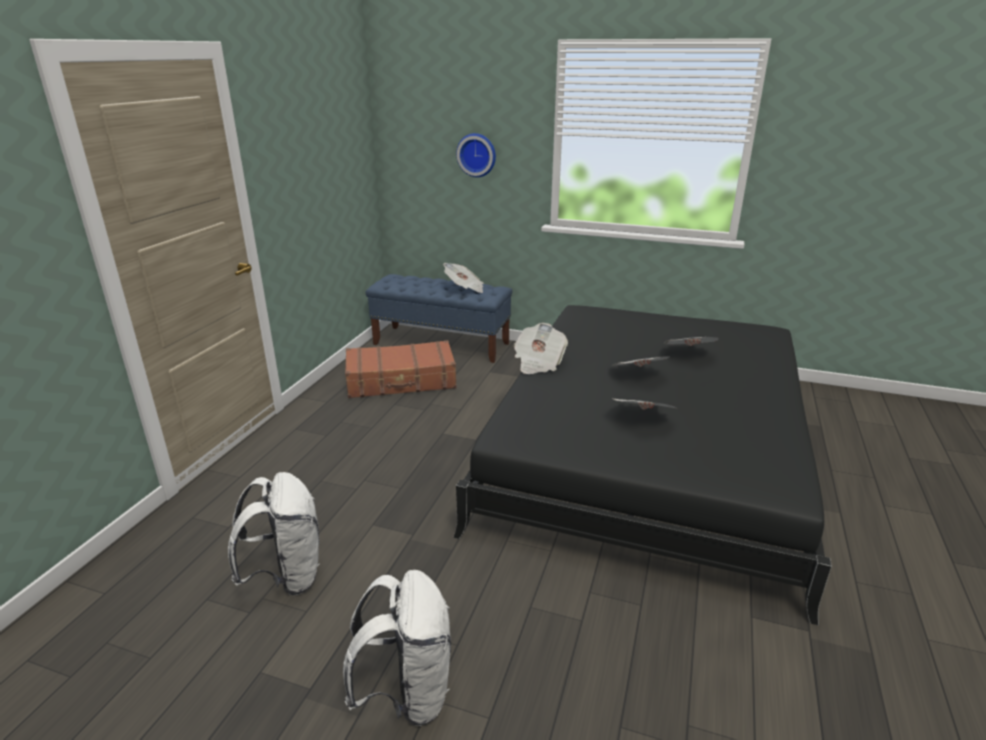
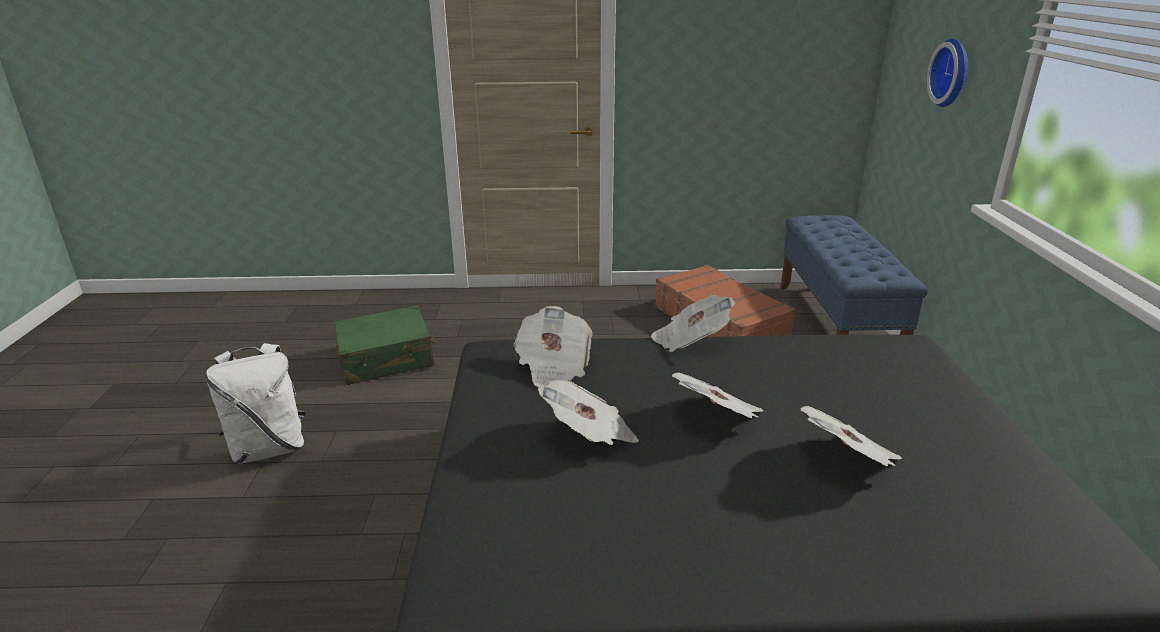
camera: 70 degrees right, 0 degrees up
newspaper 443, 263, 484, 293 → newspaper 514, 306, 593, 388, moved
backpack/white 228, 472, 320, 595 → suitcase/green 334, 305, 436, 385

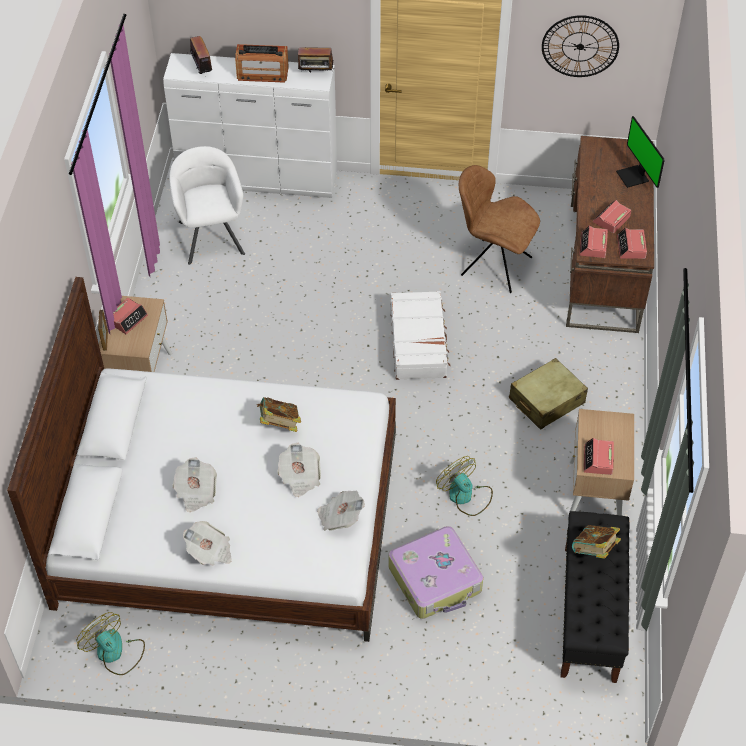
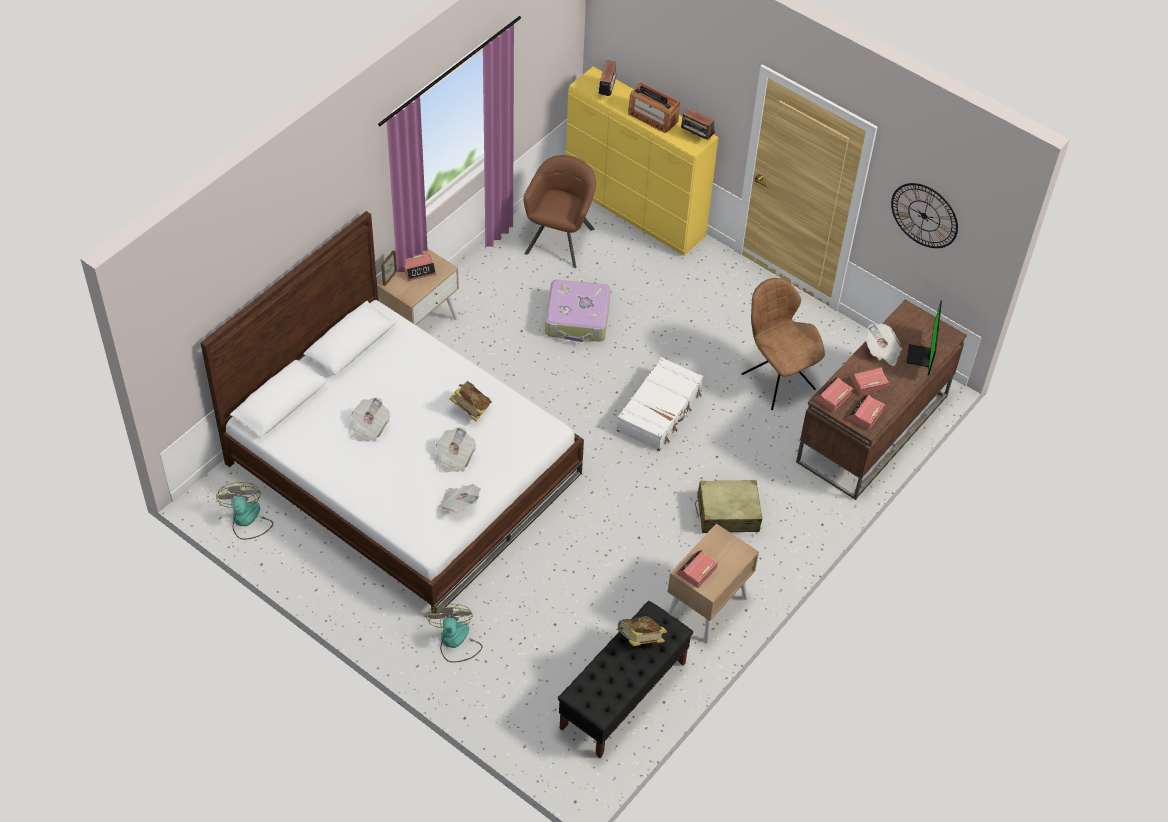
camera: 30 degrees right, 0 degrees up
newspaper 183, 521, 231, 565 → newspaper 865, 324, 902, 366, moved
suitcase 388, 526, 483, 619 → suitcase 545, 280, 611, 342, moved
fan 436, 456, 493, 516 → fan 426, 604, 482, 663, moved
dresser/white 163, 53, 337, 198 → dresser/yellow 566, 67, 718, 256
armchair/white 169, 146, 245, 265 → armchair/brown 523, 155, 596, 268

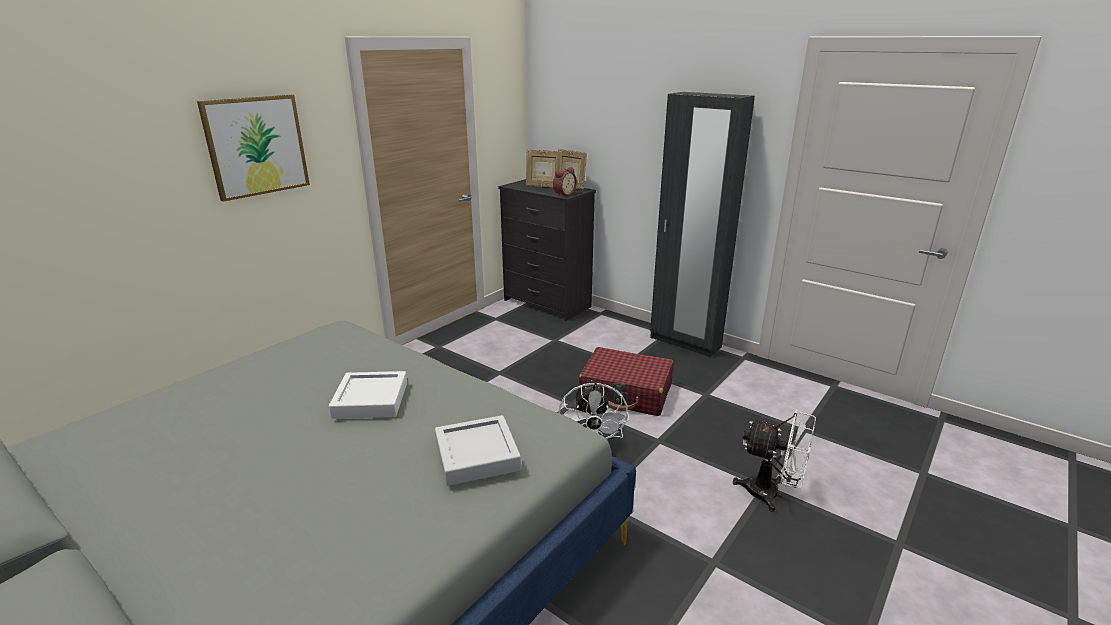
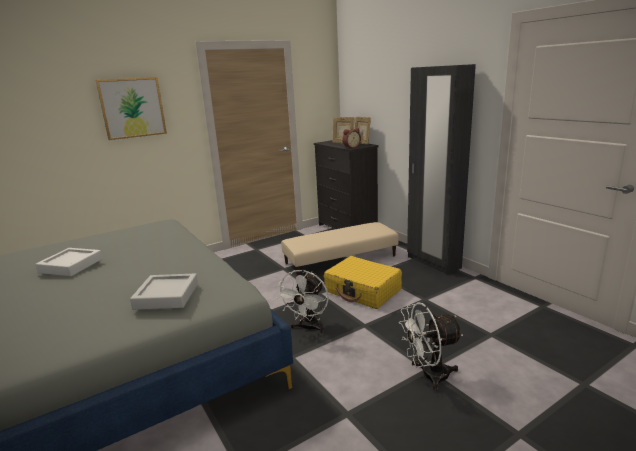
camera: 20 degrees right, 5 degrees down
- → ottoman/beige 281, 222, 399, 276
tray/white 329, 371, 407, 419 → tray/white 36, 248, 103, 276, moved
suitcase/red 579, 347, 674, 416 → suitcase/yellow 324, 256, 402, 309
fan/white 733, 409, 816, 512 → fan/white 399, 302, 463, 391, 120 degrees clockwise

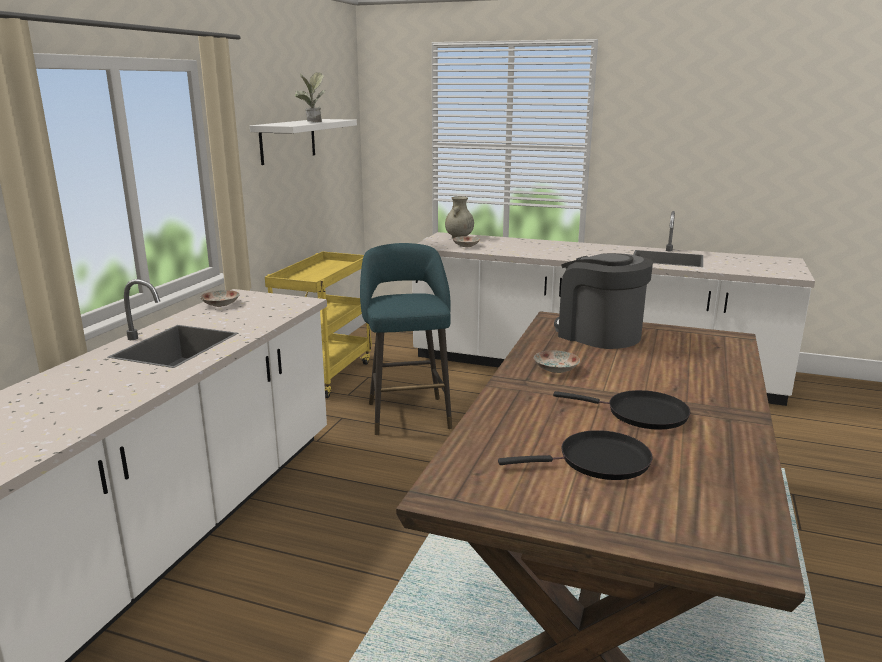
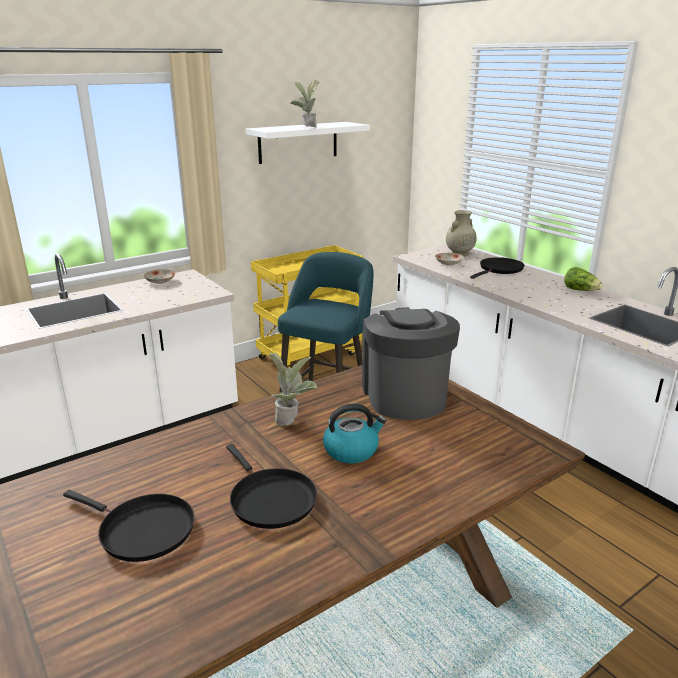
camera: 35 degrees right, 5 degrees up
- → kettle 323, 403, 386, 464
- → frying pan/black 470, 257, 525, 279
- → lettuce 564, 267, 603, 291
plate 534, 350, 580, 373 → potted plant 269, 353, 317, 426

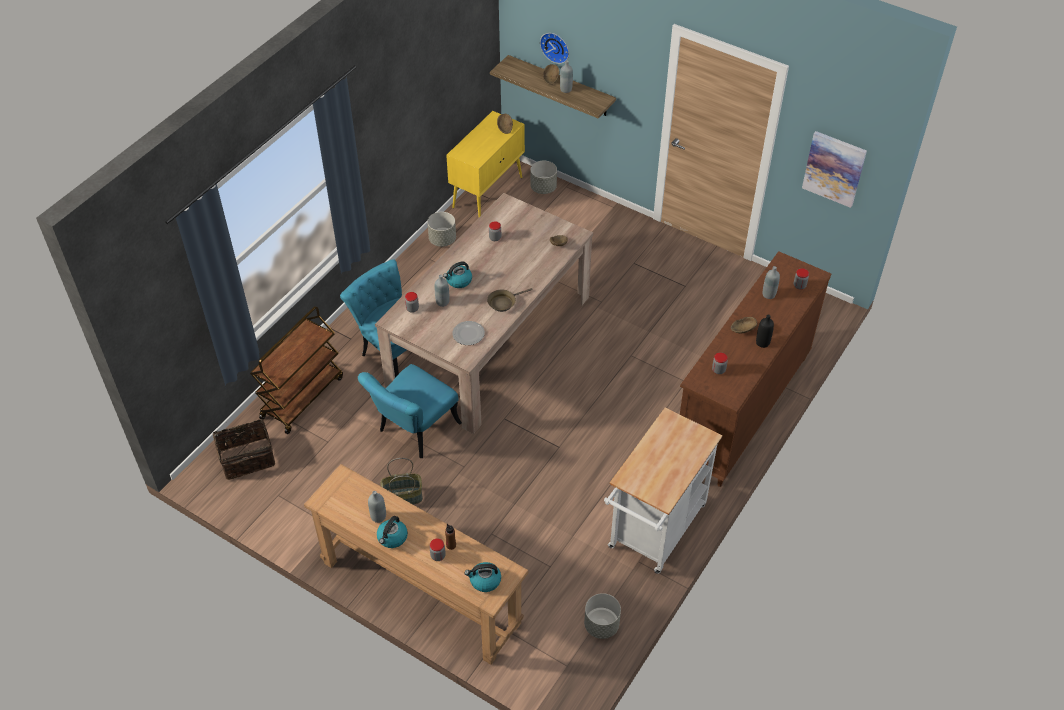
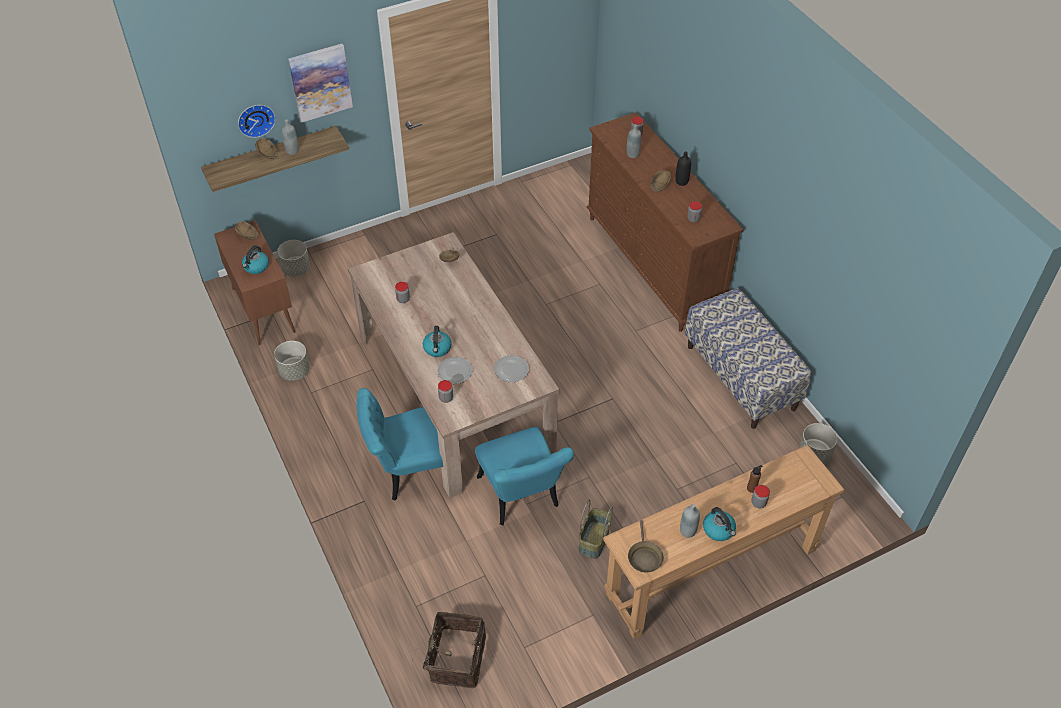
camera: 60 degrees left, 0 degrees up
cart/brown 250, 306, 343, 434 → -
kettle 465, 562, 501, 592 → kettle 242, 245, 269, 274, moved
frying pan/brown 487, 288, 532, 312 → frying pan/brown 628, 520, 664, 572, moved
picture 802, 131, 867, 208 → picture 288, 44, 353, 122, moved
bottle/grey 434, 275, 450, 307 → plate 437, 357, 472, 384
cart/white 604, 408, 722, 573 → bench 685, 288, 812, 429
cabinet/yellow 446, 111, 525, 217 → cabinet/brown 214, 220, 295, 346

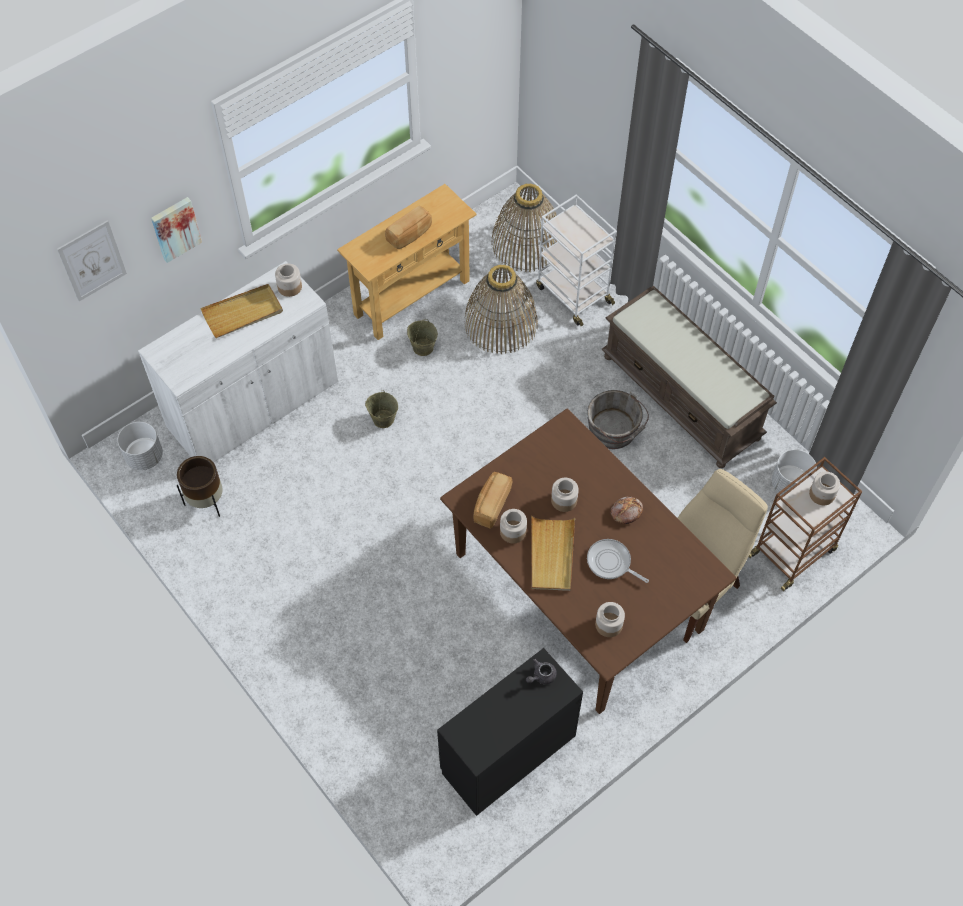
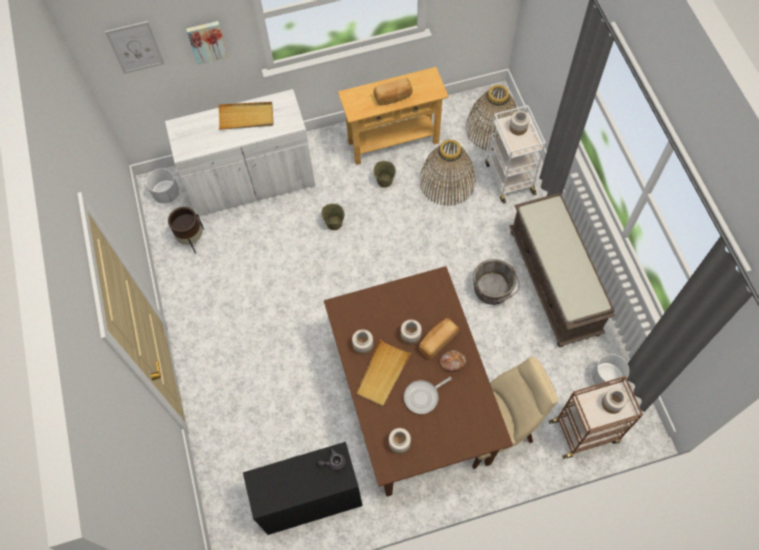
camera: 25 degrees right, 5 degrees up
jar 275, 264, 302, 297 → jar 509, 111, 530, 135, moved
bread 473, 472, 512, 529 → bread 419, 318, 459, 360, moved
frying pan 587, 539, 649, 583 → frying pan 404, 377, 452, 414, 90 degrees counterclockwise

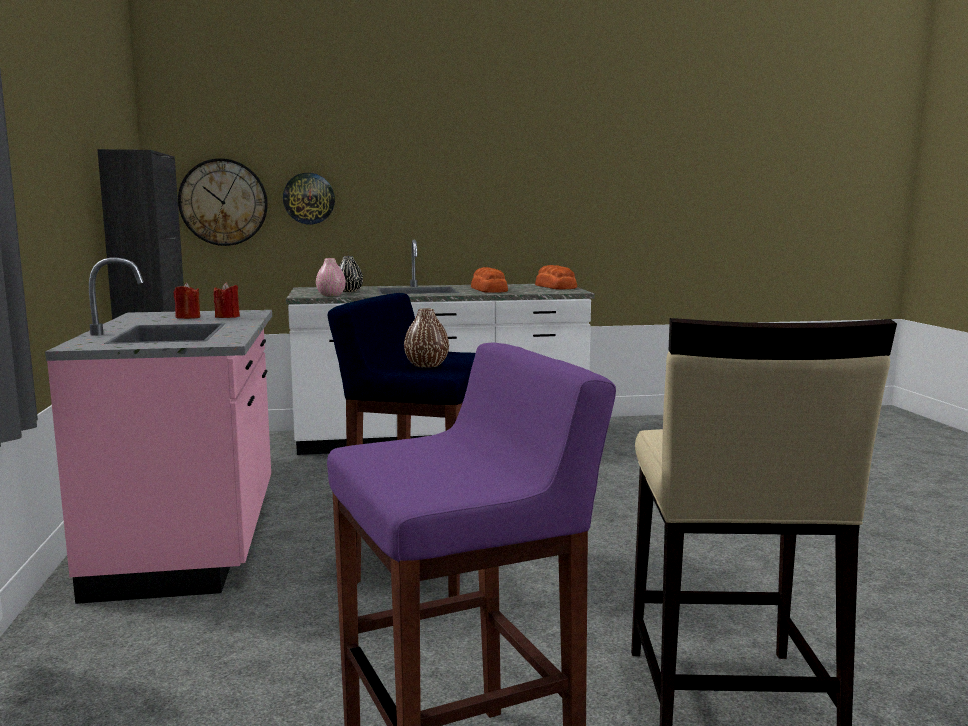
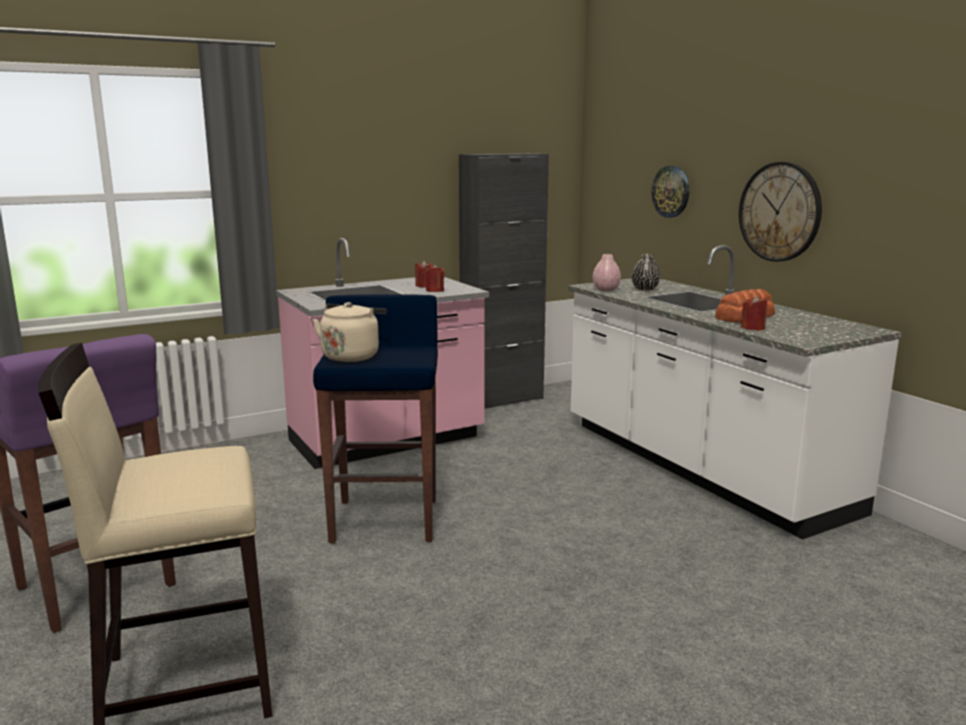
camera: 70 degrees right, 5 degrees up
bread 535, 265, 577, 290 → -
- → candle/red 741, 296, 767, 331
wall clock 178, 158, 268, 246 → wall clock 739, 162, 822, 262, moved
vase/brown 404, 308, 449, 368 → kettle/beige 312, 302, 387, 362

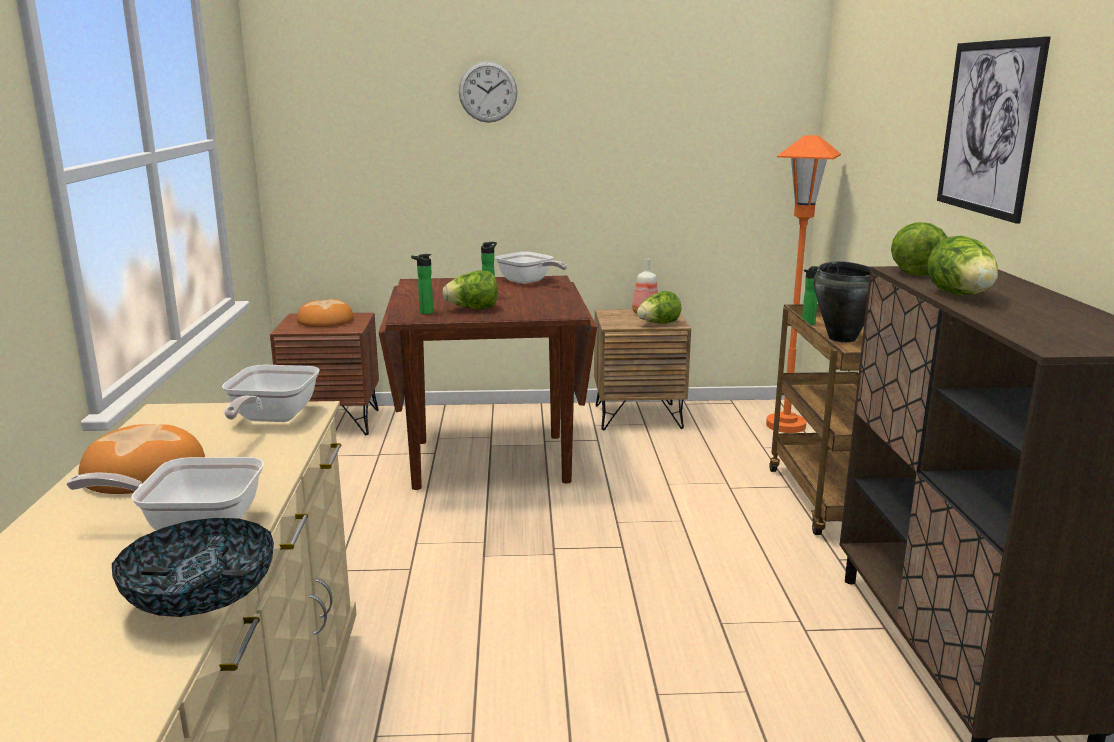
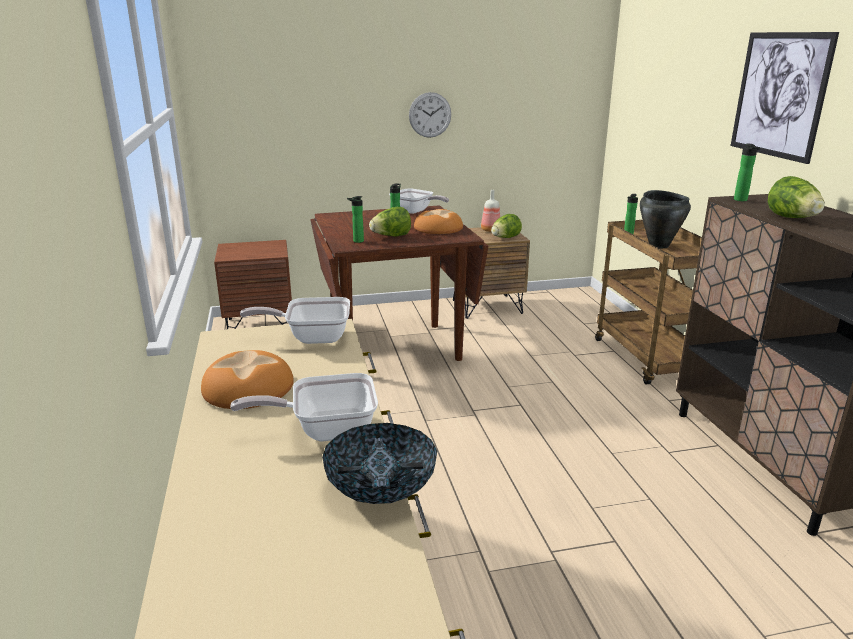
camera: 10 degrees left, 5 degrees up
floor lamp/orange 766, 135, 841, 433 → -
bread 297, 299, 354, 327 → bread 414, 209, 463, 234, moved
wall clock 459, 61, 518, 123 → wall clock 409, 92, 451, 138, moved
lettuce 891, 222, 948, 276 → bottle 734, 143, 760, 201
frying pan 222, 365, 320, 422 → frying pan 240, 297, 350, 344, 90 degrees clockwise

